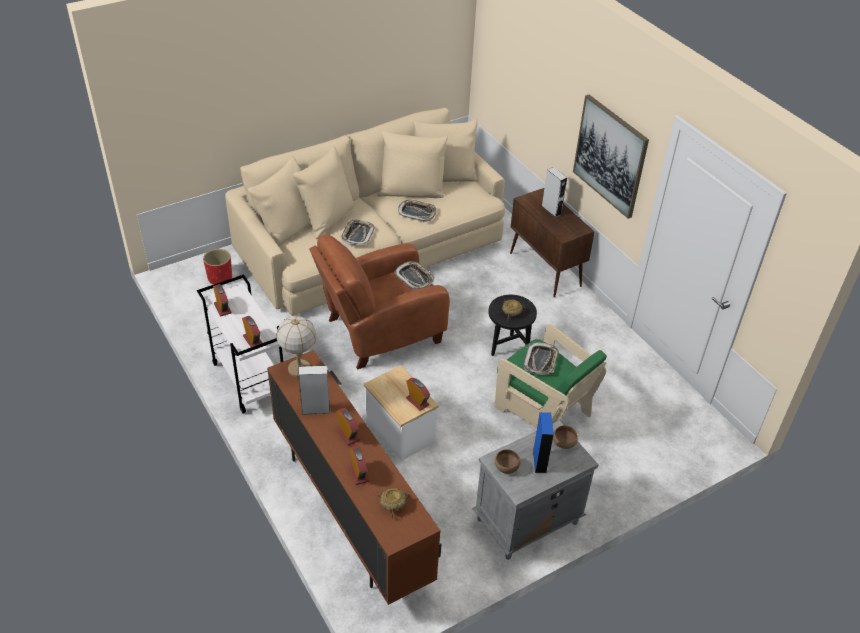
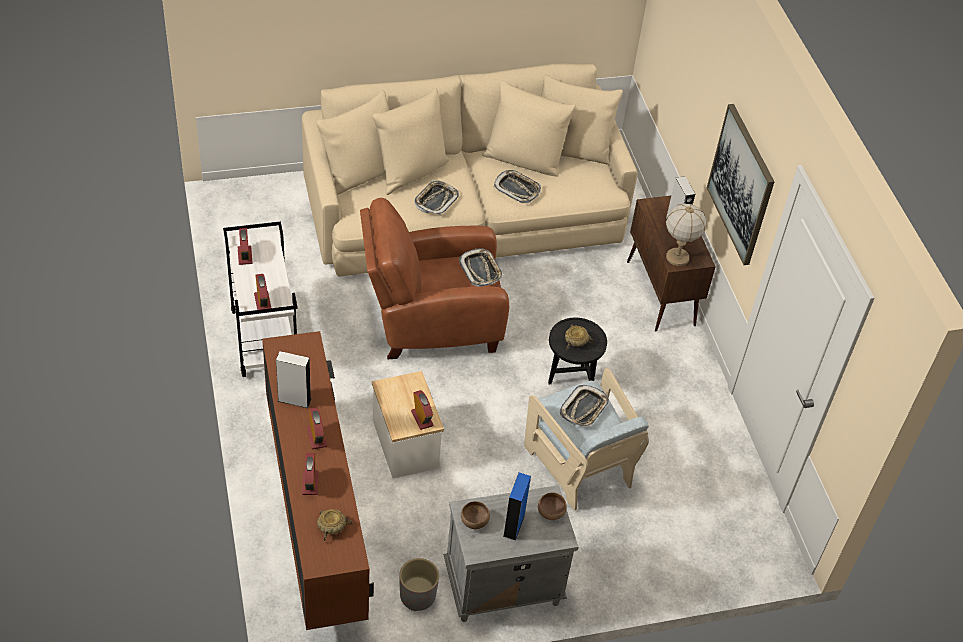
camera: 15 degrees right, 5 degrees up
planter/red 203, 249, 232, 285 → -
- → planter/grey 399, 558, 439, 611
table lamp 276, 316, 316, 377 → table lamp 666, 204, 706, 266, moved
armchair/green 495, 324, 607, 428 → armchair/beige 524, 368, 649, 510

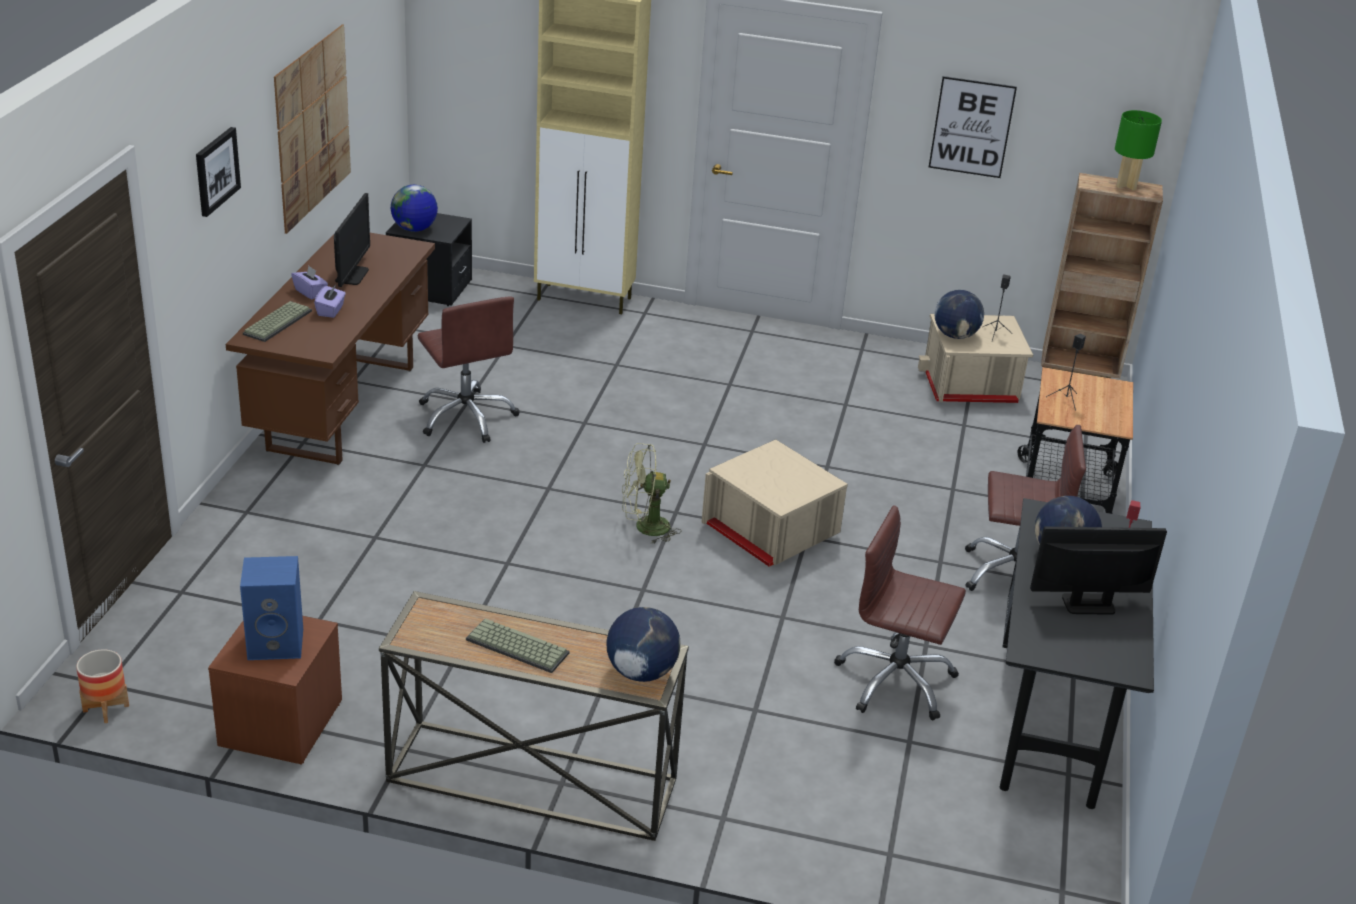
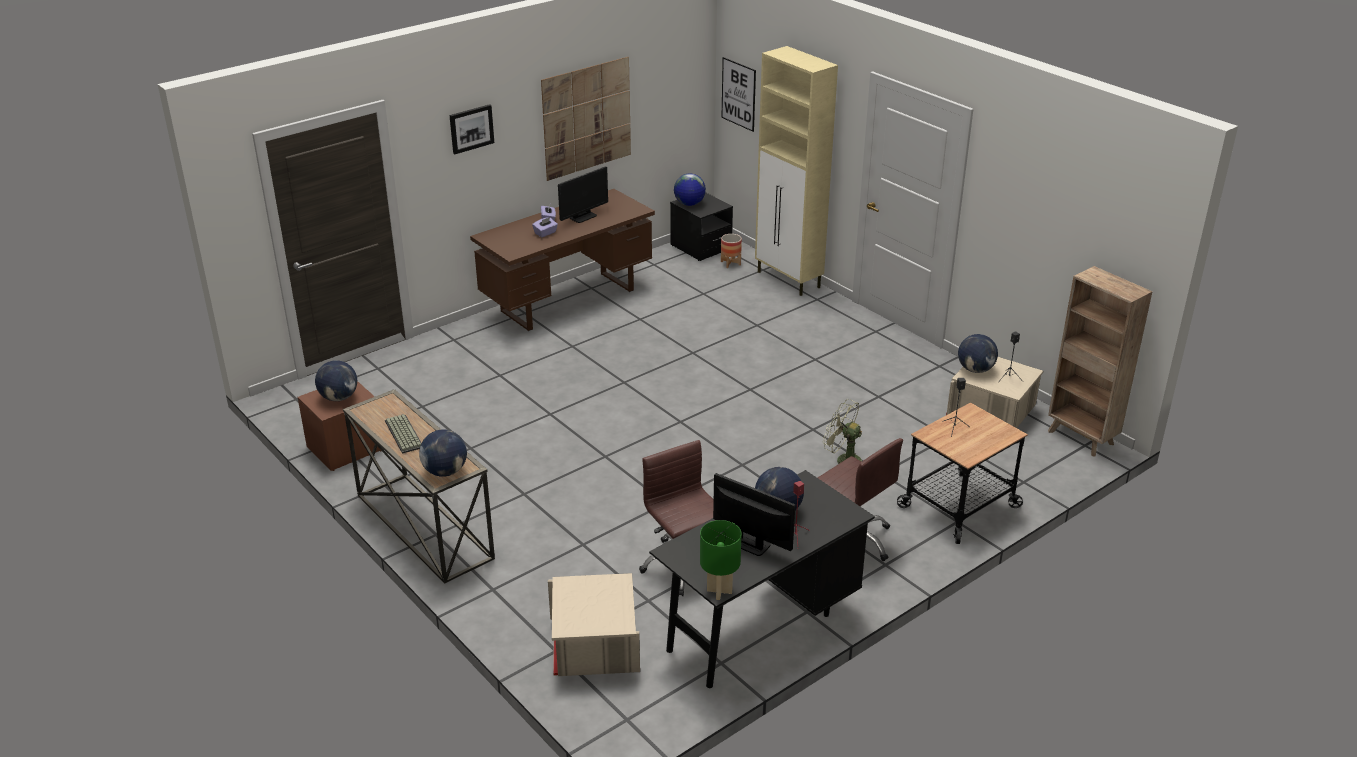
camera: 40 degrees right, 0 degrees up
keyboard 243, 301, 312, 342 → -
office chair/brown 418, 296, 520, 443 → -
planter 76, 649, 129, 723 → planter 721, 234, 742, 268, moved
fan/green 622, 443, 681, 544 → fan/green 823, 399, 862, 464, moved
storage box/beige 701, 439, 848, 567 → storage box/beige 548, 573, 640, 676, moved
picture 929, 76, 1017, 178 → picture 722, 57, 756, 132, moved
table lamp/green 1115, 110, 1162, 191 → table lamp/green 700, 520, 742, 600, moved
speaker/blue 240, 556, 303, 660 → globe 315, 360, 357, 401

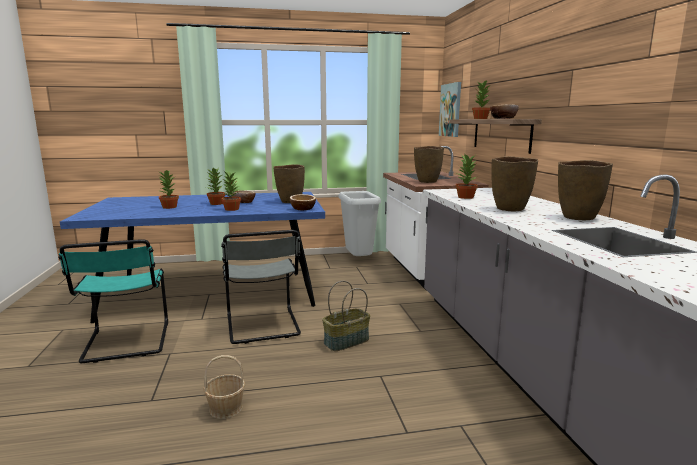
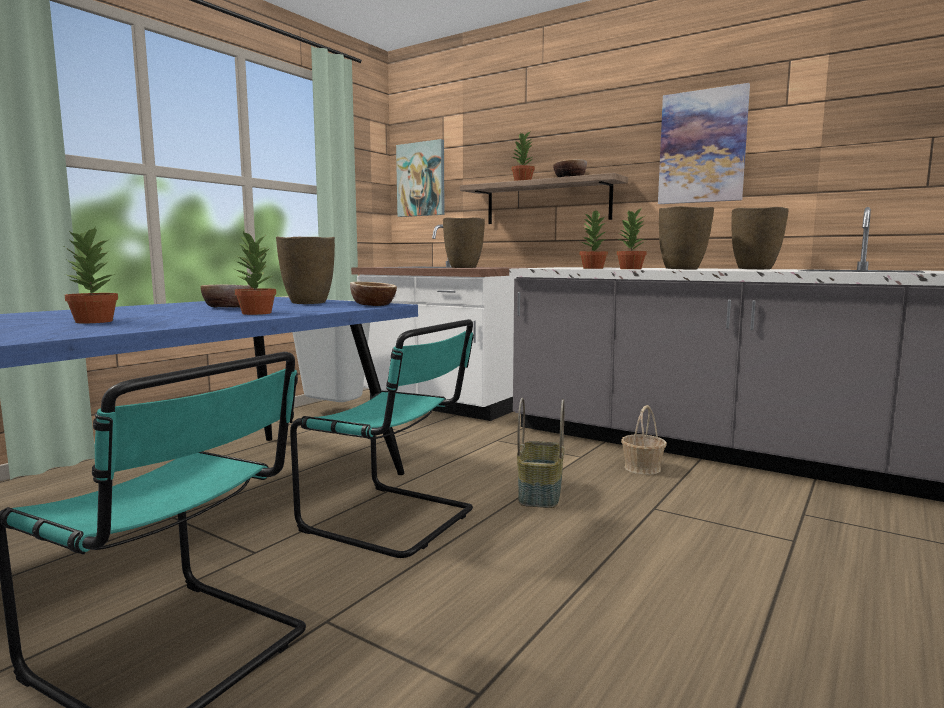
camera: 45 degrees left, 5 degrees down
- → picture 658, 83, 750, 204
basket 203, 355, 245, 419 → basket 621, 405, 667, 475, moved
potted plant 206, 168, 225, 205 → potted plant 617, 208, 647, 269, moved
chair/grey 221, 230, 301, 344 → chair/turquoise 290, 319, 474, 558

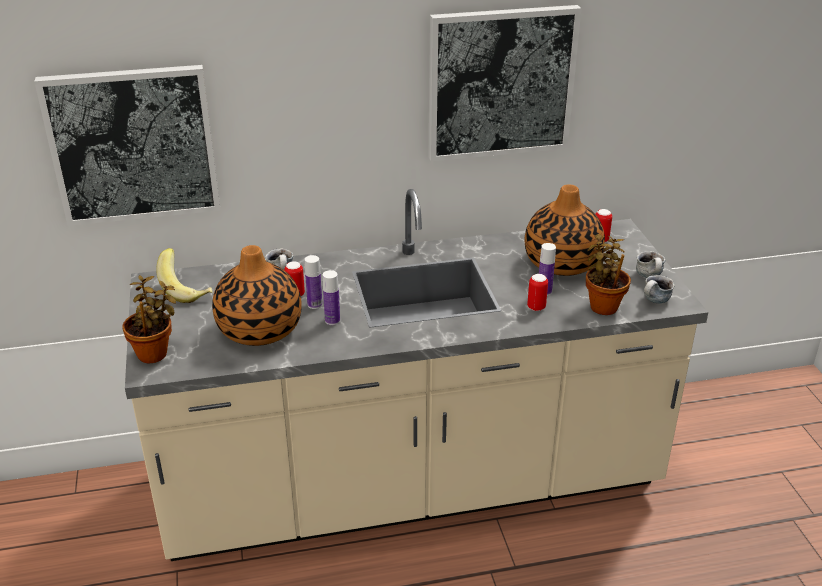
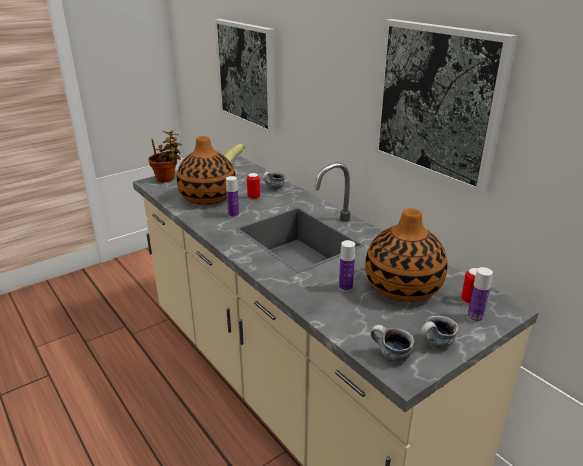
camera: 65 degrees right, 5 degrees down
can 527, 274, 548, 311 → -
potted plant 586, 234, 631, 315 → -
bottle 305, 255, 322, 309 → bottle 467, 267, 493, 322, moved

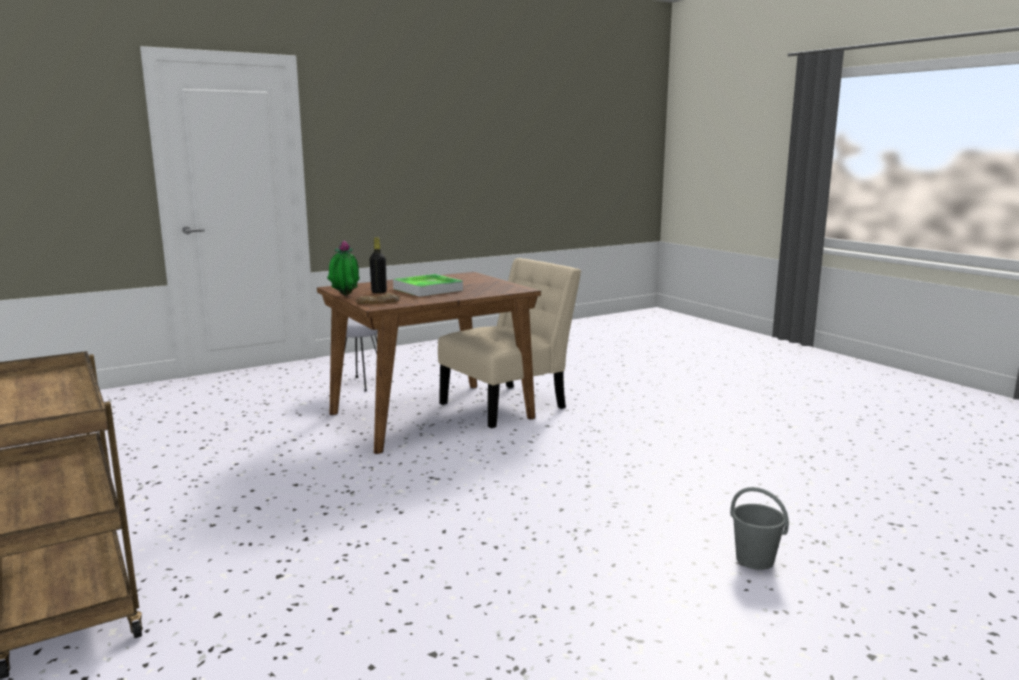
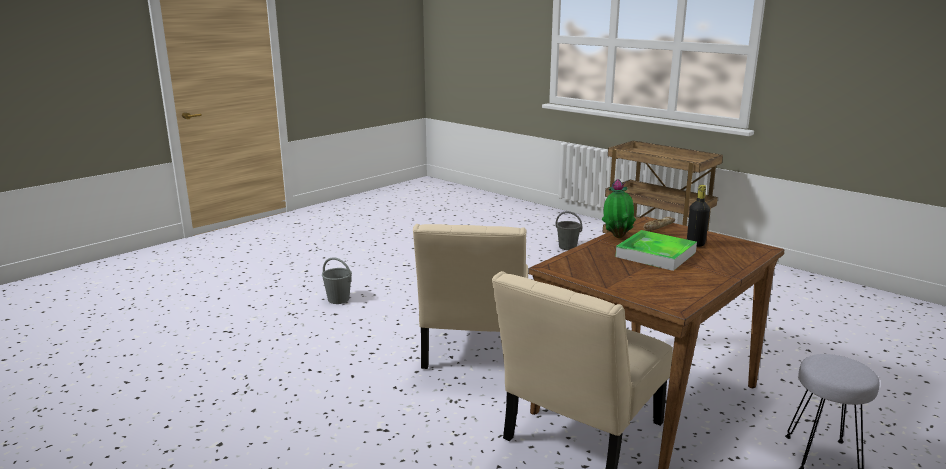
camera: 165 degrees right, 5 degrees up
- → chair/beige 413, 224, 528, 369
- → bucket/grey 555, 211, 582, 250
potted plant 327, 240, 360, 295 → potted plant 602, 179, 636, 238, moved

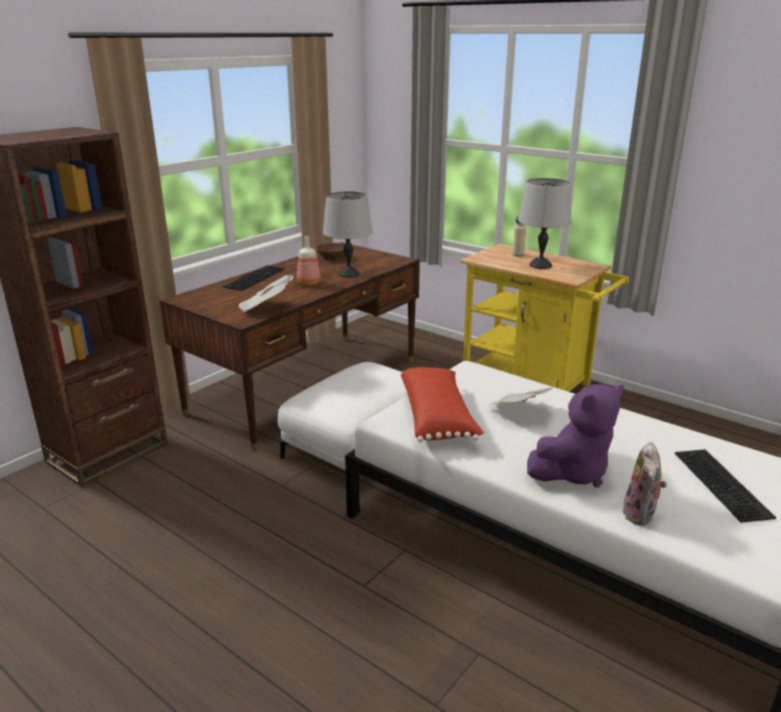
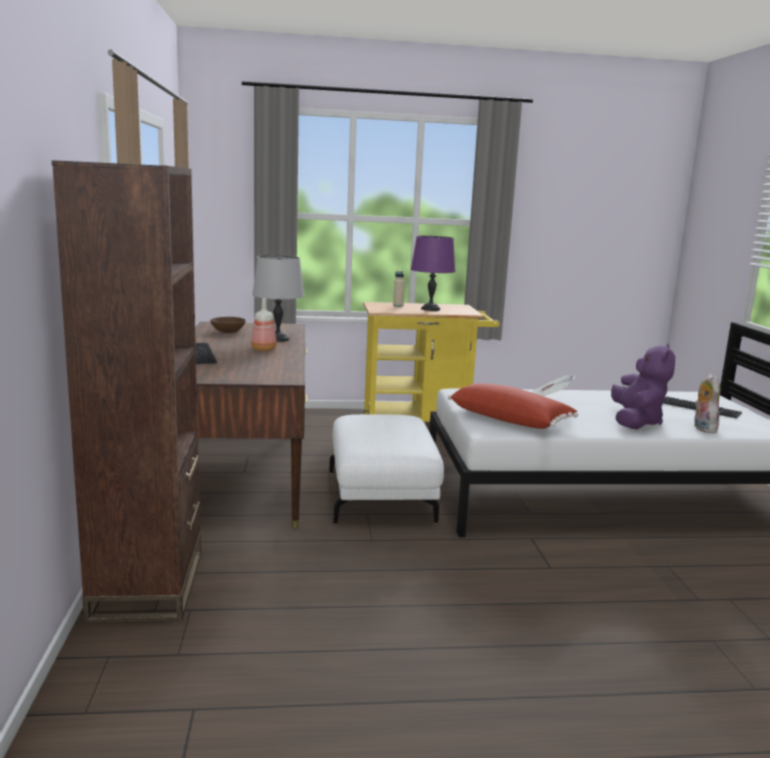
camera: 45 degrees left, 10 degrees down
newspaper 238, 275, 293, 313 → -
table lamp/grey 518, 178, 572, 269 → table lamp/purple 411, 236, 455, 311
plush toy 622, 442, 666, 525 → plush toy 694, 374, 720, 433, 150 degrees counterclockwise

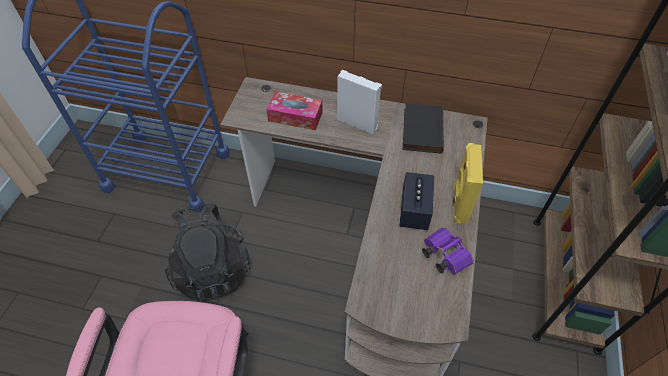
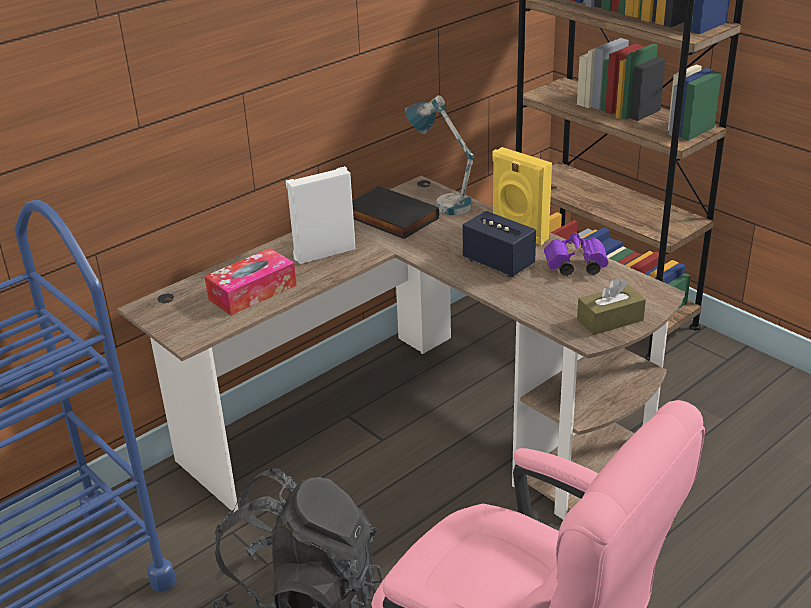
camera: 55 degrees left, 20 degrees down
- → table lamp 405, 95, 474, 215
- → tissue box/brown 577, 278, 646, 335

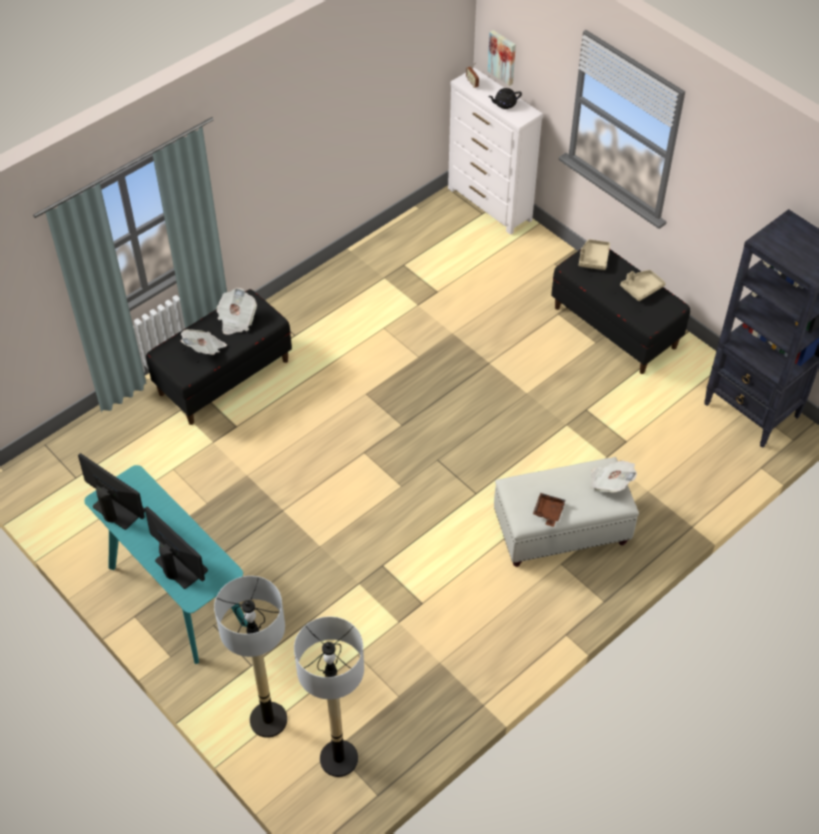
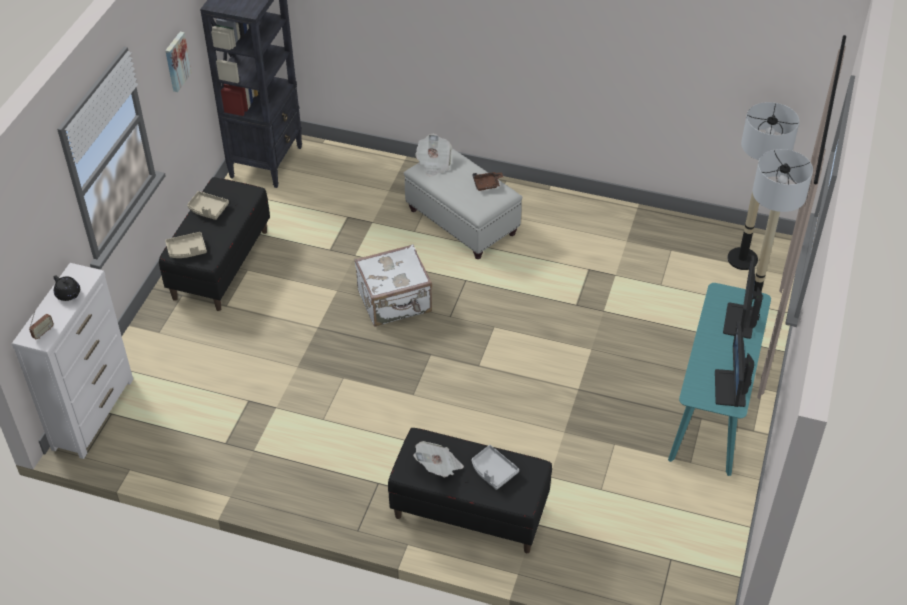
camera: 120 degrees left, 5 degrees down
- → suitcase/white 354, 244, 432, 327
picture 488, 30, 516, 86 → picture 165, 32, 192, 92, moved
newspaper 181, 329, 227, 355 → tray/grey 472, 445, 519, 490

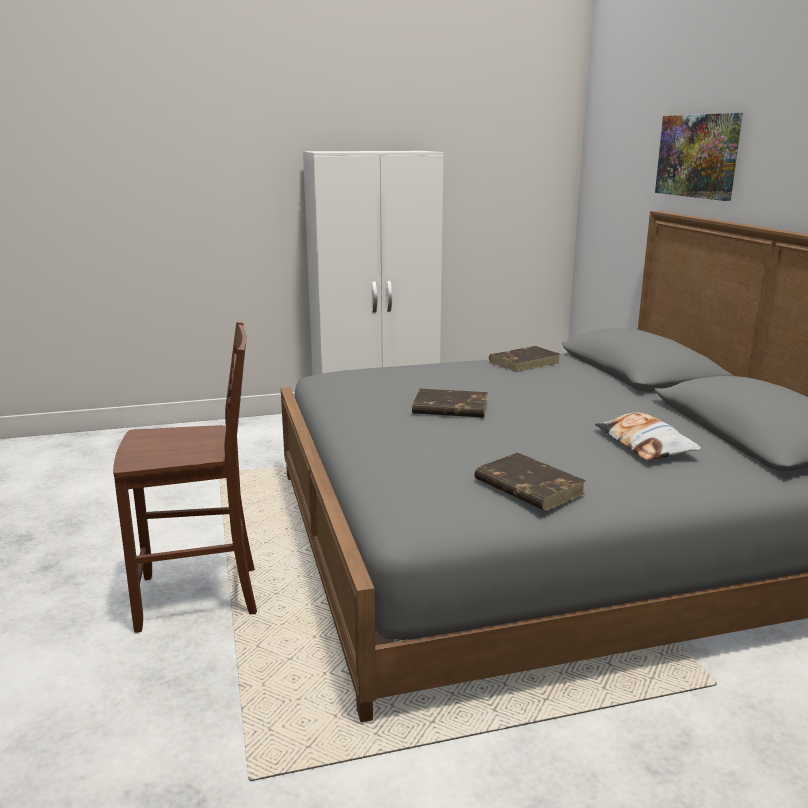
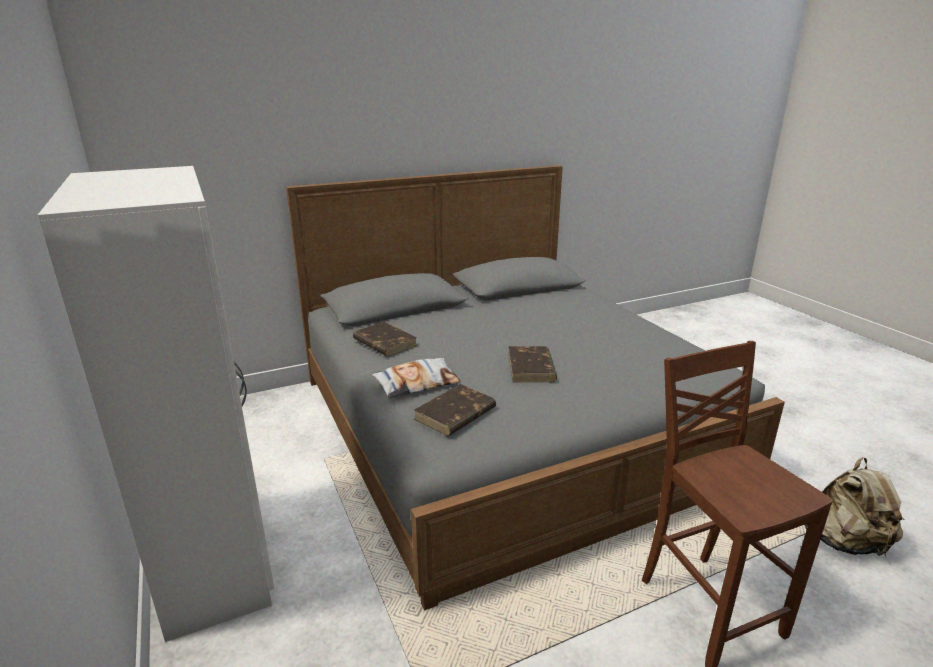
camera: 100 degrees left, 5 degrees up
picture 655, 113, 743, 201 → -
- → backpack/beige 804, 457, 904, 556
book/brown 474, 452, 586, 511 → book/brown 414, 384, 496, 436, moved
pillow 595, 412, 702, 461 → pillow 372, 358, 461, 398, moved

